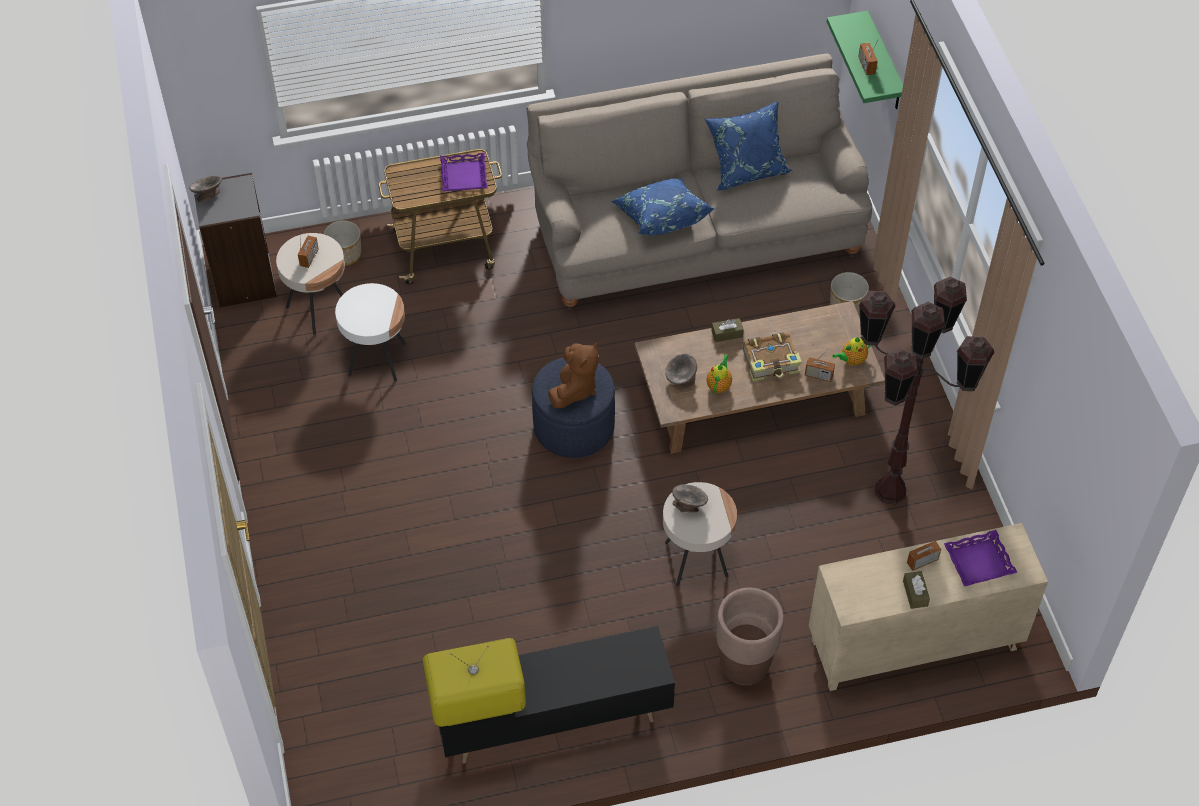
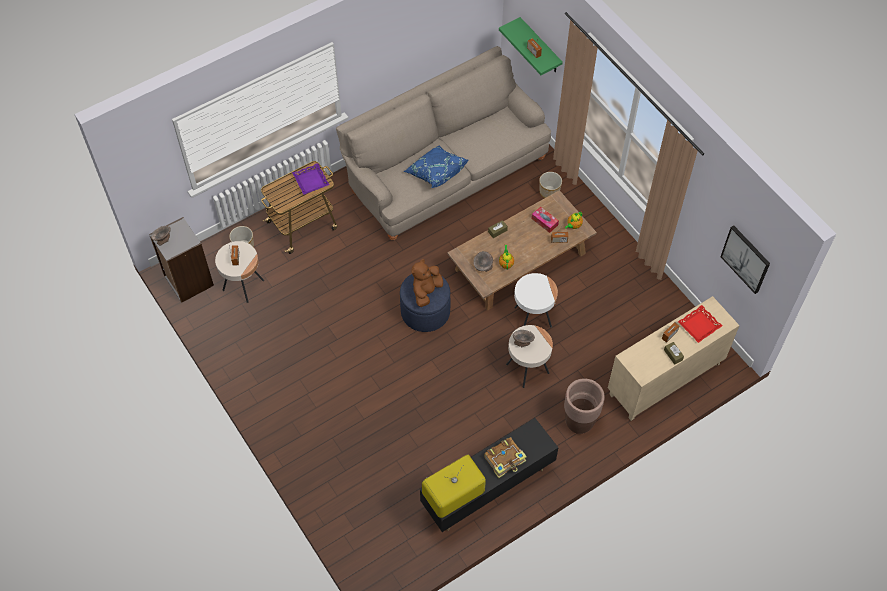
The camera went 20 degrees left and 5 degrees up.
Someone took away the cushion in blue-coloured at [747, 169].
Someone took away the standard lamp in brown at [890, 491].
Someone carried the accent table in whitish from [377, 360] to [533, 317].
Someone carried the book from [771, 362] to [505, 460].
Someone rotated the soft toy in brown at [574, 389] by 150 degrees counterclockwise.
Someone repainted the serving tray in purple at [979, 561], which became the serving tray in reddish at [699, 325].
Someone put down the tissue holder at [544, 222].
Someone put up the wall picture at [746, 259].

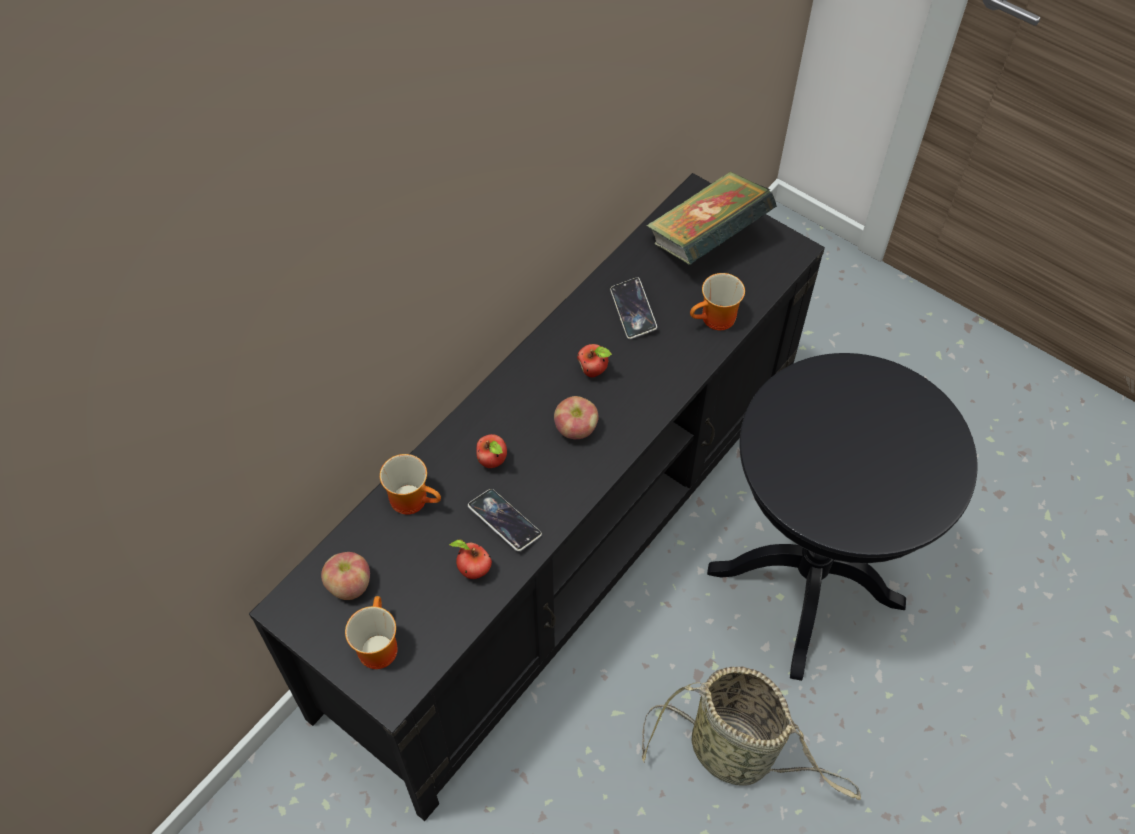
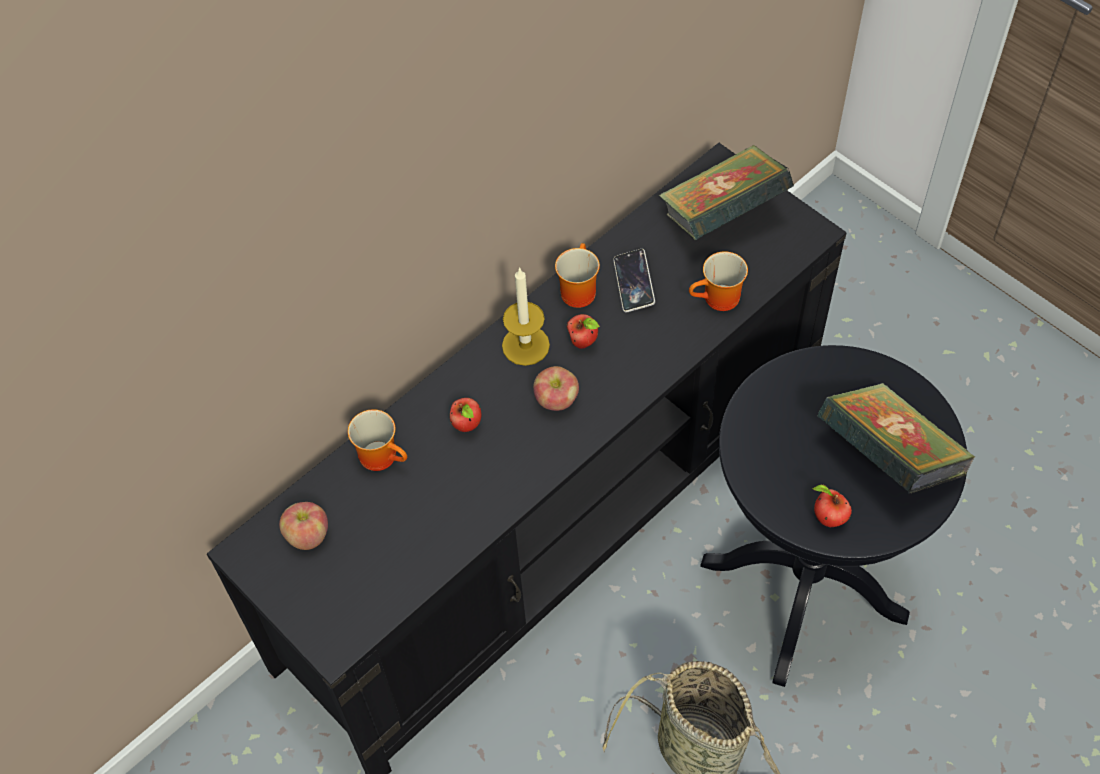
The camera went 10 degrees right and 0 degrees up.
Someone took away the telephone at [504, 522].
Someone carried the apple fruit from [472, 570] to [827, 519].
Someone carried the tea mug from [375, 645] to [576, 290].
Someone put down the wax light at [525, 345].
Someone put down the book at [888, 458].

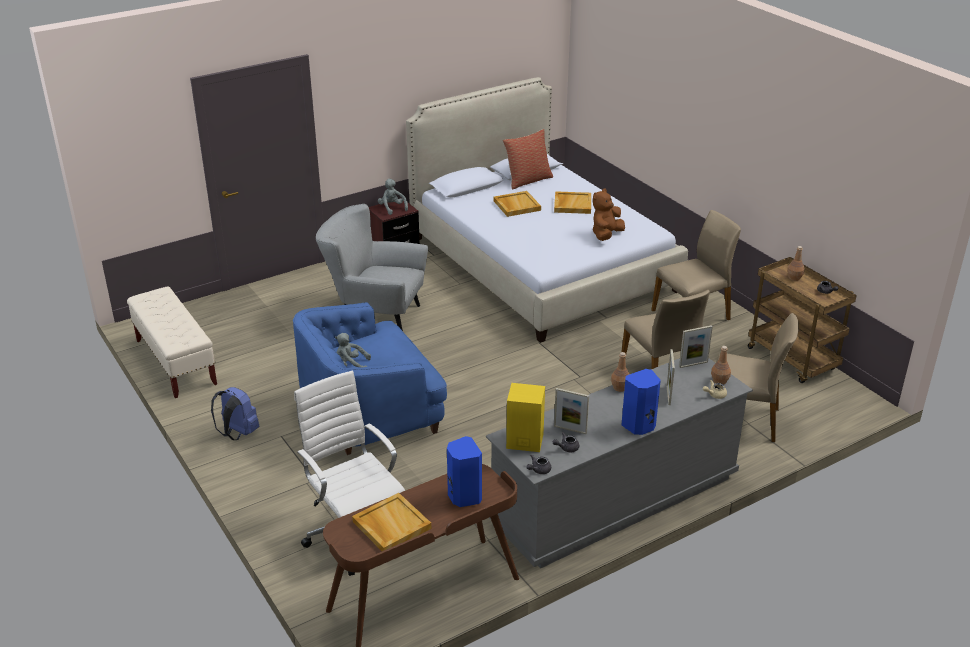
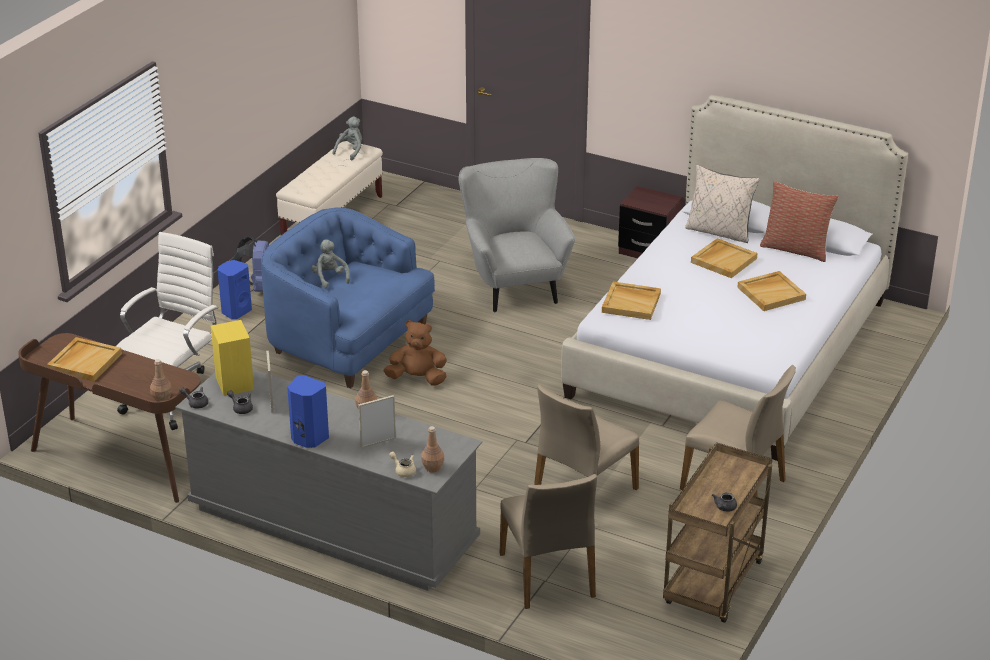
The camera went 60 degrees right and 0 degrees up.
Someone carried the soft toy in grey from [392, 208] to [350, 151].
Someone carried the soft toy in brown from [606, 235] to [417, 379].
Someone carried the bottle in brown from [794, 277] to [162, 398].
Someone took away the photo frame at [693, 364].
Someone carried the audio speaker in blue-coloured from [463, 496] to [235, 311].
Someone put down the cushion in beige-coloured at [719, 232].
Someone put down the serving tray in beige-coloured at [631, 303].

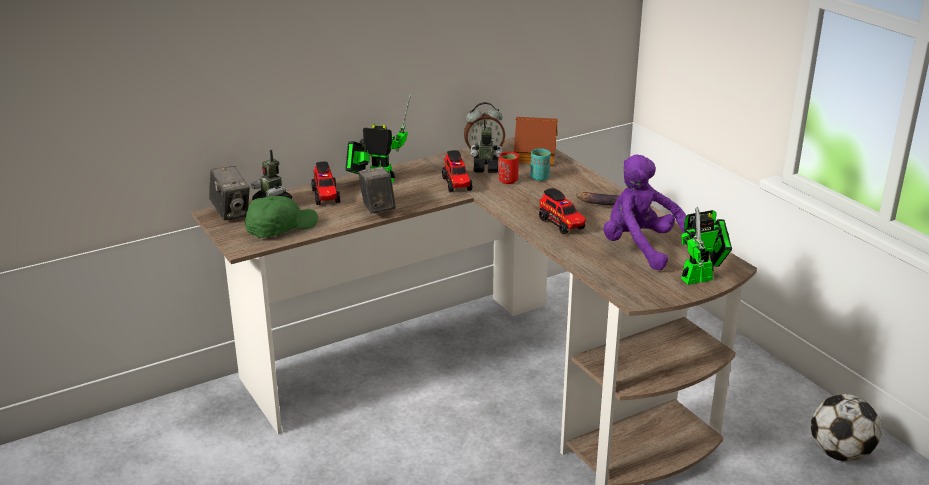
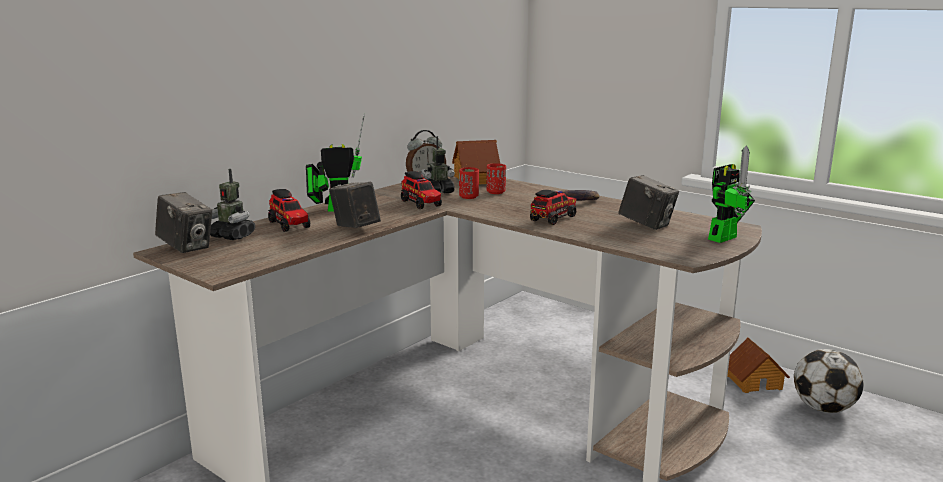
The camera went 20 degrees left and 10 degrees down.
Someone repainted the small cup in turquoise-coloured at [539, 177], which became the small cup in reddish at [496, 192].
Someone swapped the soft toy in purple at [642, 248] for the photo camera at [646, 225].
Someone rotated the toy truck at [562, 225] by 90 degrees counterclockwise.
Someone took away the cap in green at [280, 228].
Someone put down the miniature house at [753, 381].

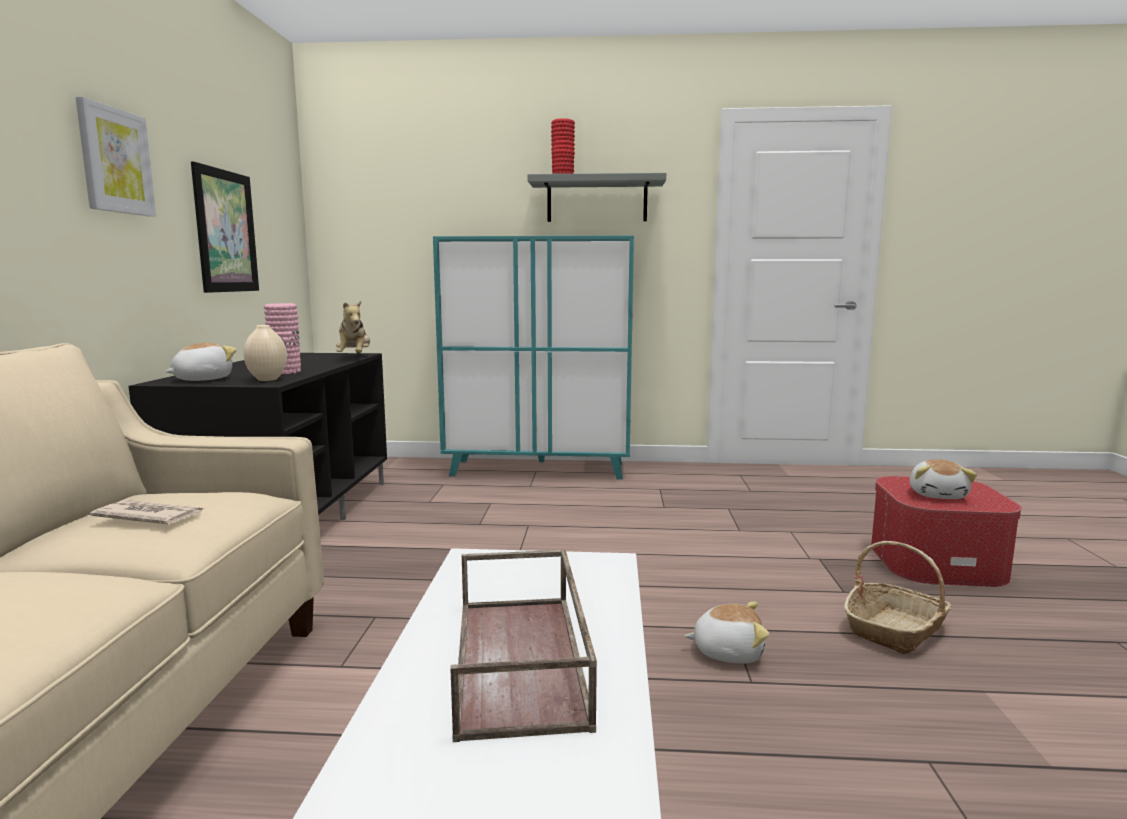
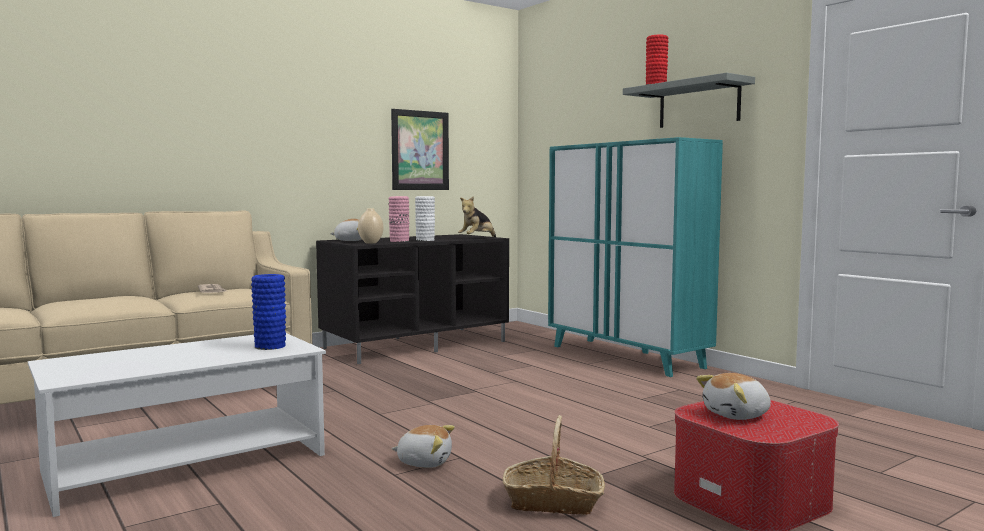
The camera went 50 degrees right and 5 degrees down.
Someone took away the wall picture at [115, 161].
Someone took away the serving tray in brown at [522, 661].
Someone rotated the soft toy at [727, 651] by 45 degrees counterclockwise.
Someone put down the vase in whitish at [425, 240].
Someone put down the vase in blue-coloured at [270, 346].

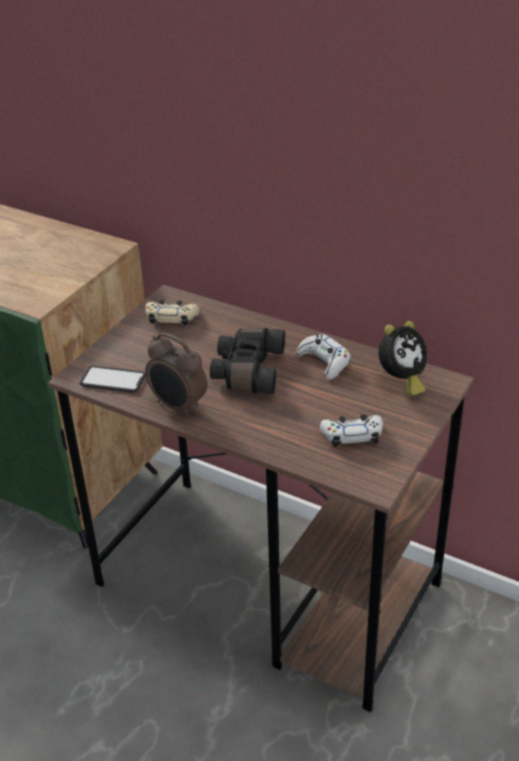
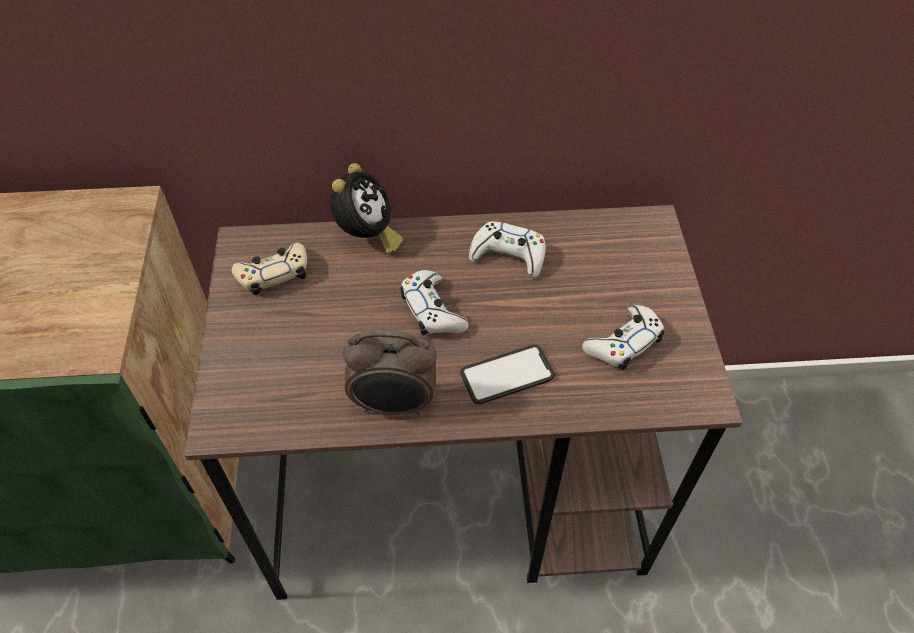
The camera went 35 degrees left and 15 degrees up.
Someone carried the bedside clock from [401, 381] to [367, 236].
Someone swapped the binoculars in black-coloured at [247, 371] for the joypad in whitish at [433, 310].
Someone carried the telephone from [113, 380] to [507, 375].

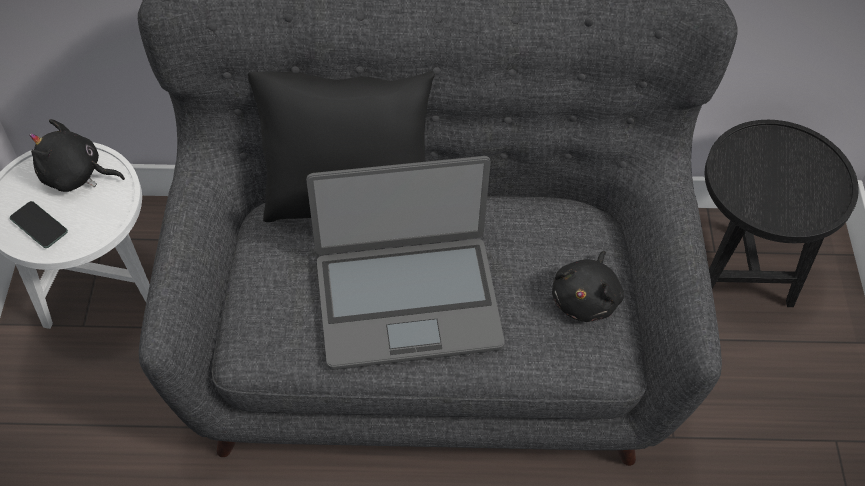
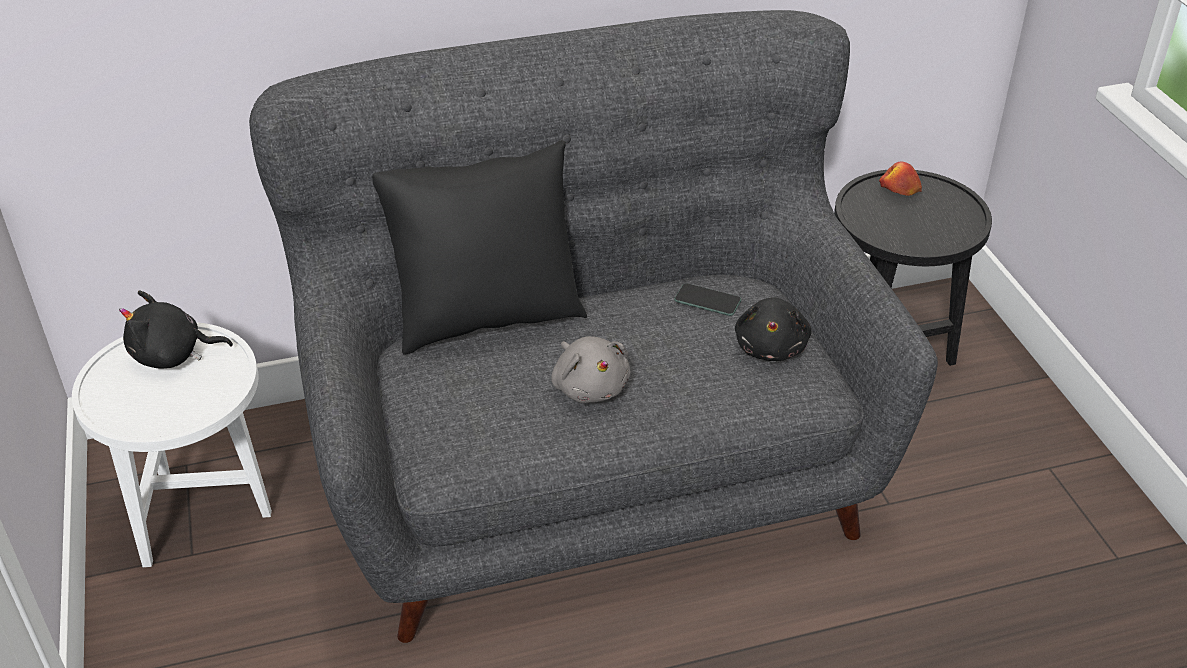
The camera went 15 degrees left and 15 degrees down.
Someone swapped the notebook computer at [407, 301] for the soft toy in grey at [590, 386].
Someone carried the telephone from [39, 225] to [707, 300].
Someone put down the apple fruit at [899, 190].

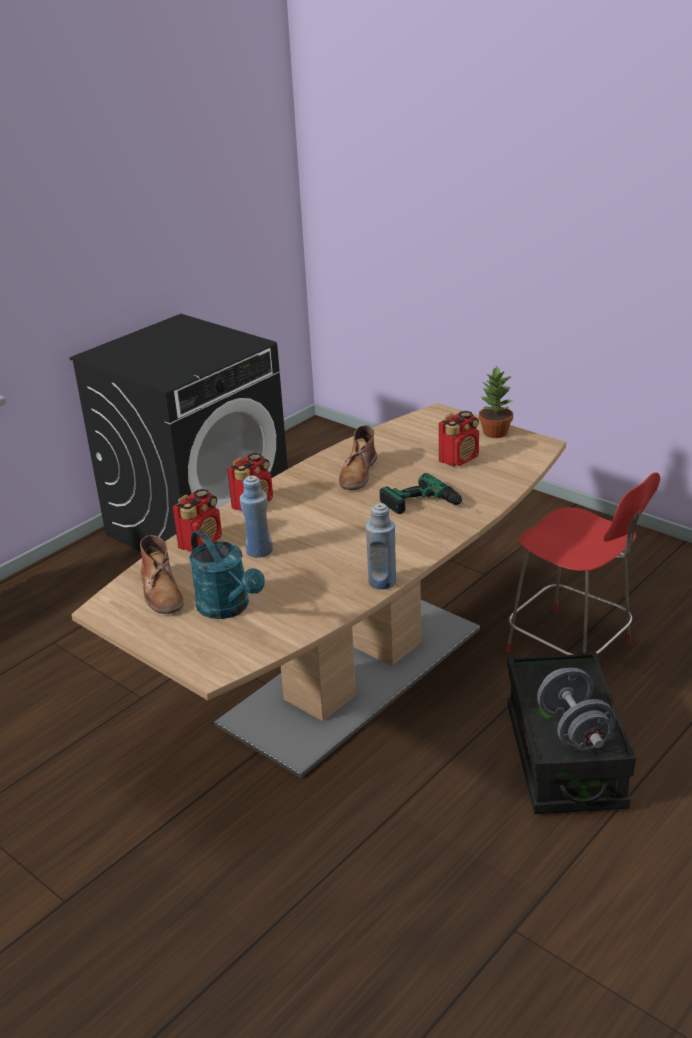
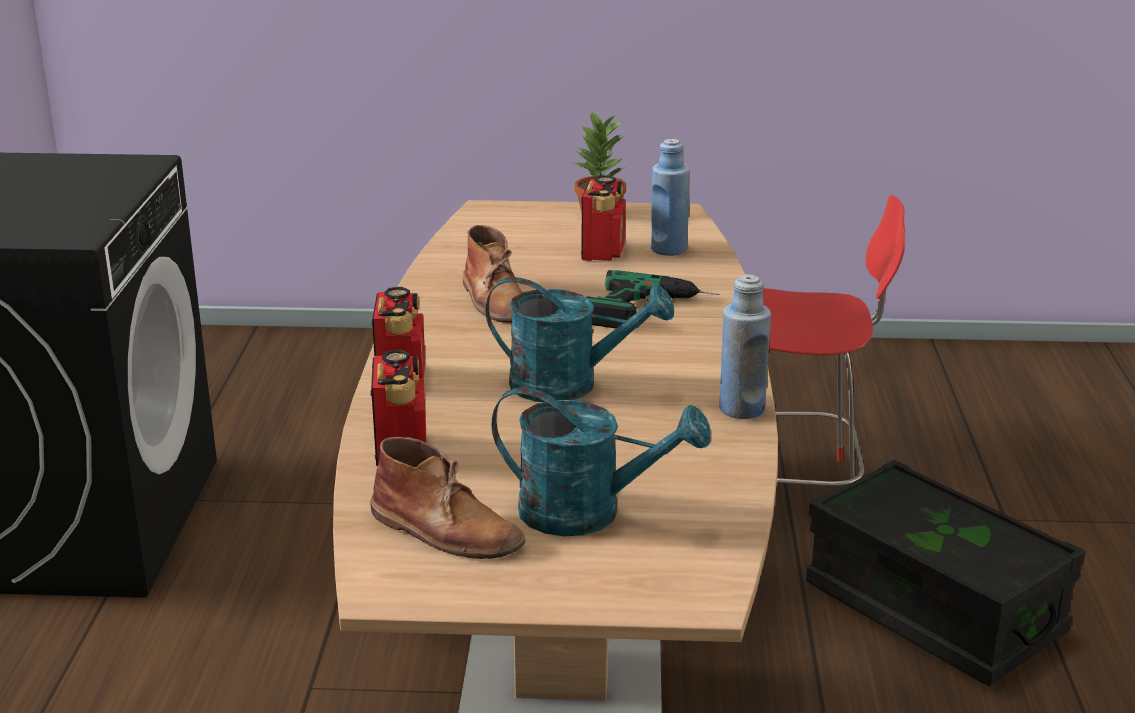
The camera went 40 degrees left and 5 degrees down.
Someone carried the bottle in blue-coloured from [259, 551] to [668, 249].
Someone took away the hand weight in grey at [573, 730].
Someone put down the sprinkling can in turquoise-coloured at [569, 385].

